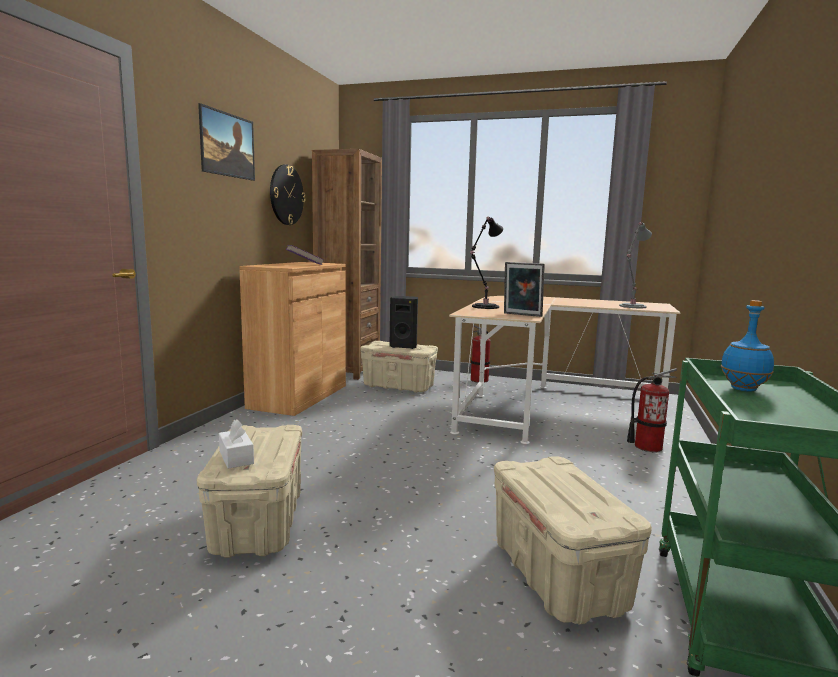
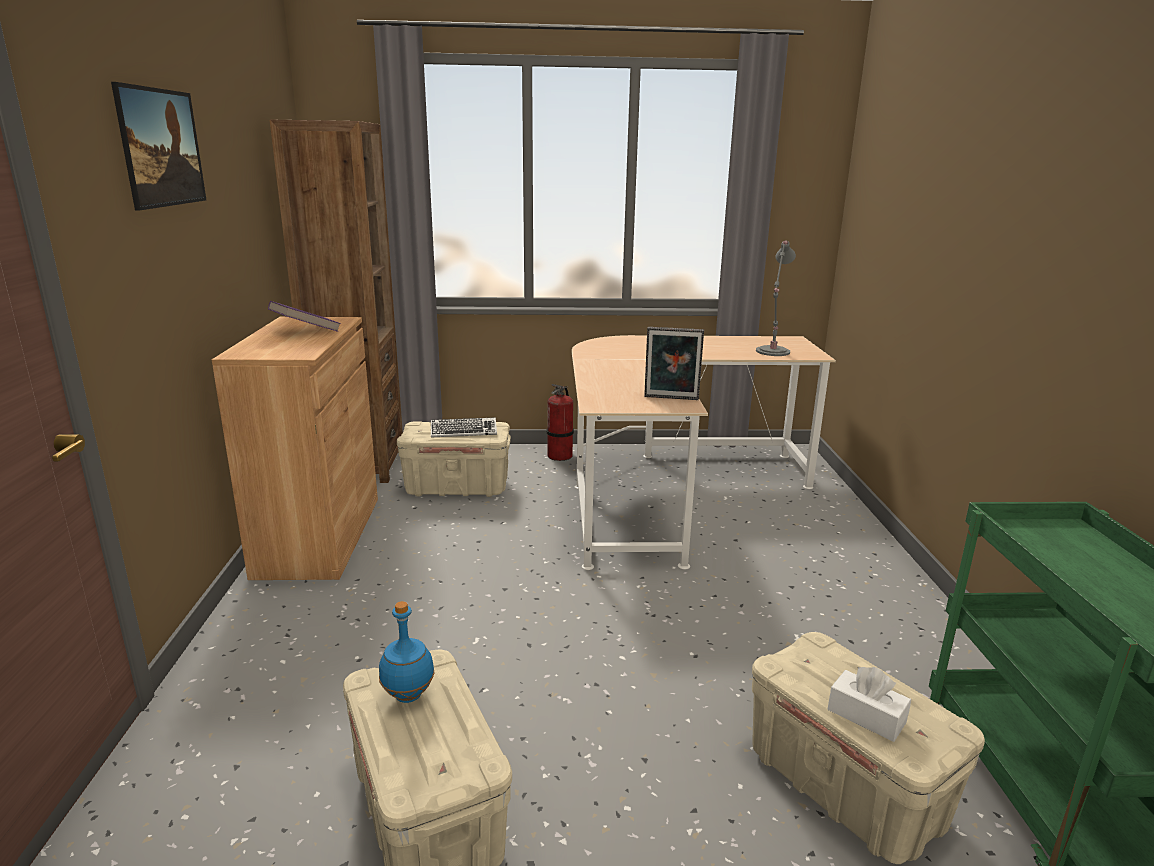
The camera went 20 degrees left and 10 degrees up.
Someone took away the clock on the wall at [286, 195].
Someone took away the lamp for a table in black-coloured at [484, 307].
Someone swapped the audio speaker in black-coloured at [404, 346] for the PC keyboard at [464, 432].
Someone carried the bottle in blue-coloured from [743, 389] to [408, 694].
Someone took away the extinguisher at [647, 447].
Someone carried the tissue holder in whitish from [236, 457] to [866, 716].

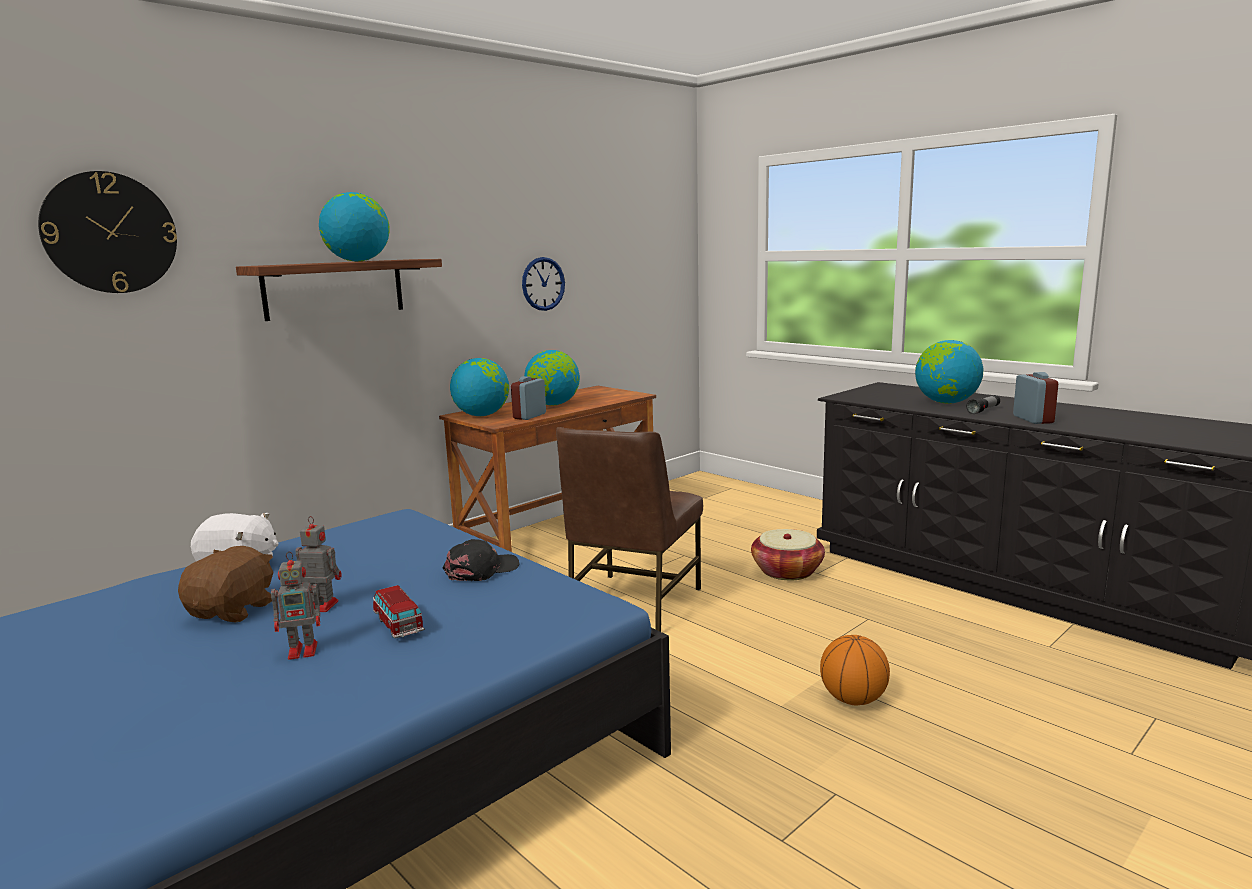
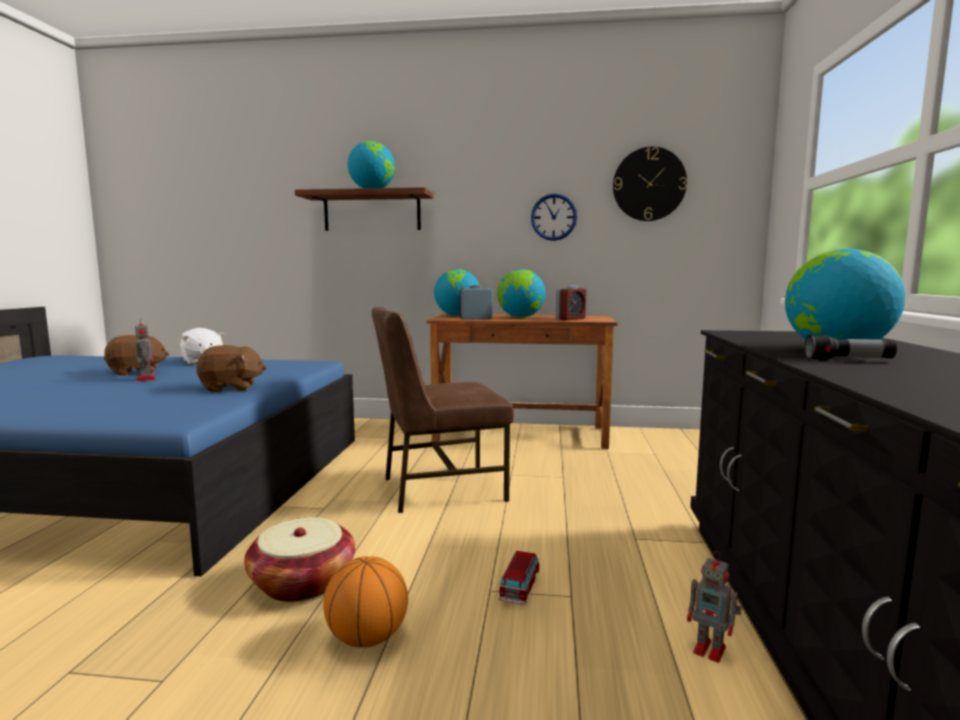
The camera went 50 degrees right and 5 degrees down.
Someone carried the clock on the wall from [110, 233] to [649, 184].
Someone carried the bedside clock from [1033, 419] to [570, 319].
Someone carried the basket from [787, 571] to [302, 583].
Someone swapped the cap in black-coloured at [481, 570] for the soft toy in brown at [231, 388].
Someone carried the toy robot from [305, 650] to [711, 650].
Someone carried the miniature car from [399, 625] to [519, 589].

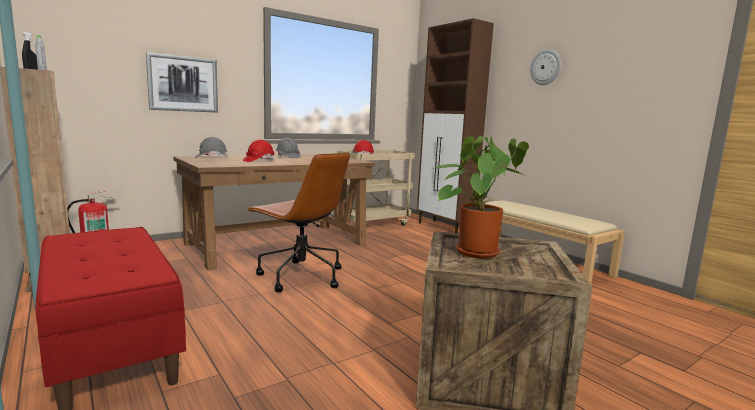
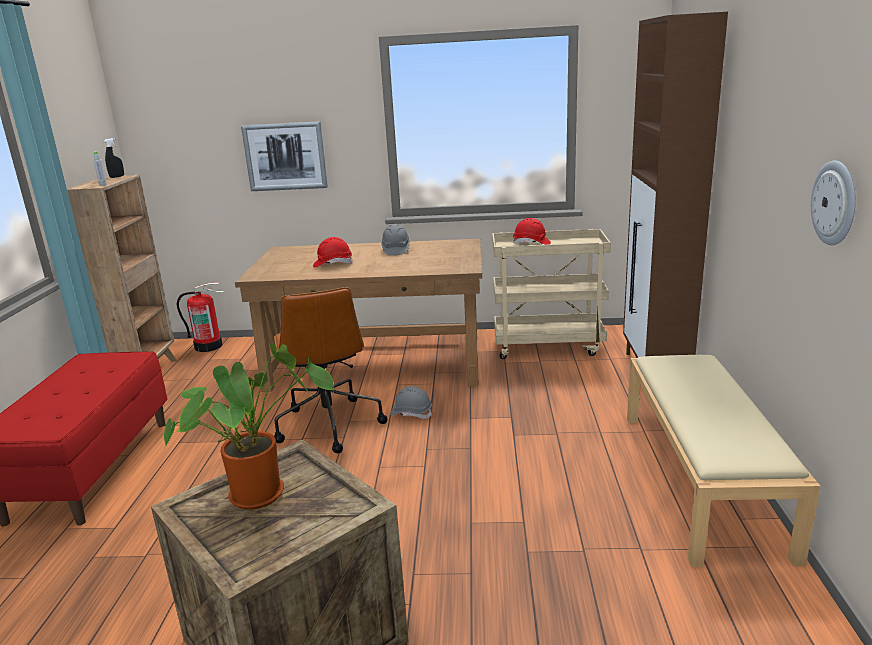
The camera went 40 degrees right and 10 degrees up.
Someone carried the clock on the wall from [546, 67] to [835, 203].
Someone carried the hard hat in grey from [211, 158] to [411, 413].

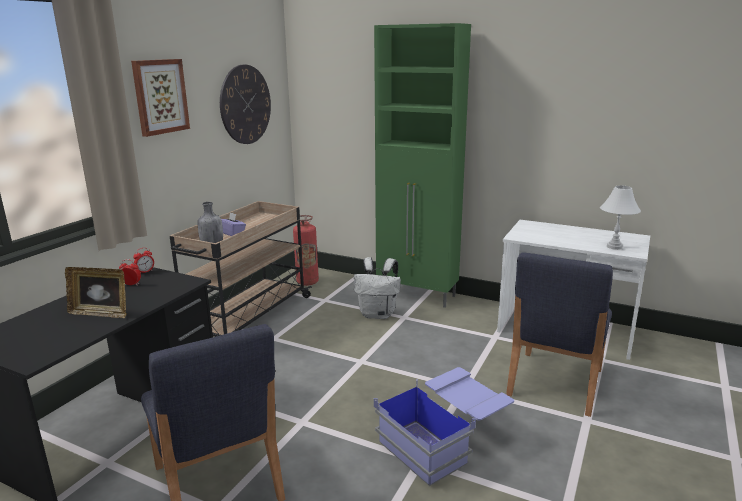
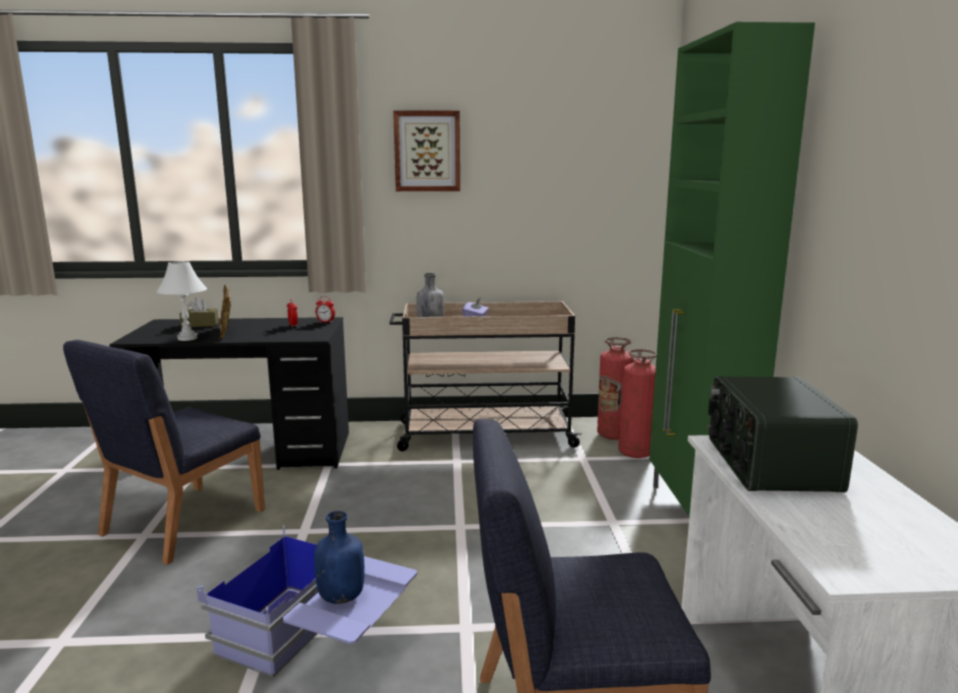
The camera went 60 degrees right and 5 degrees down.
Someone took away the clock on the wall at [245, 104].
Someone carried the lamp for a table in whitish from [614, 247] to [188, 338].
Someone took away the knapsack in whitish at [378, 314].
Someone put down the tissue holder in brown at [200, 324].
Someone put down the extinguisher at [635, 453].
Someone put down the radio set at [768, 464].
Someone put down the bottle in blue-coloured at [341, 596].

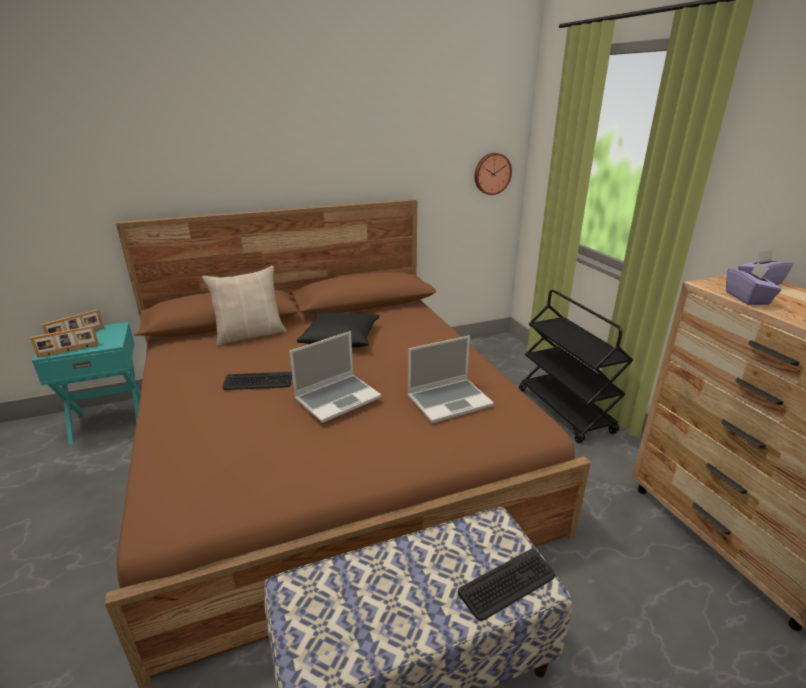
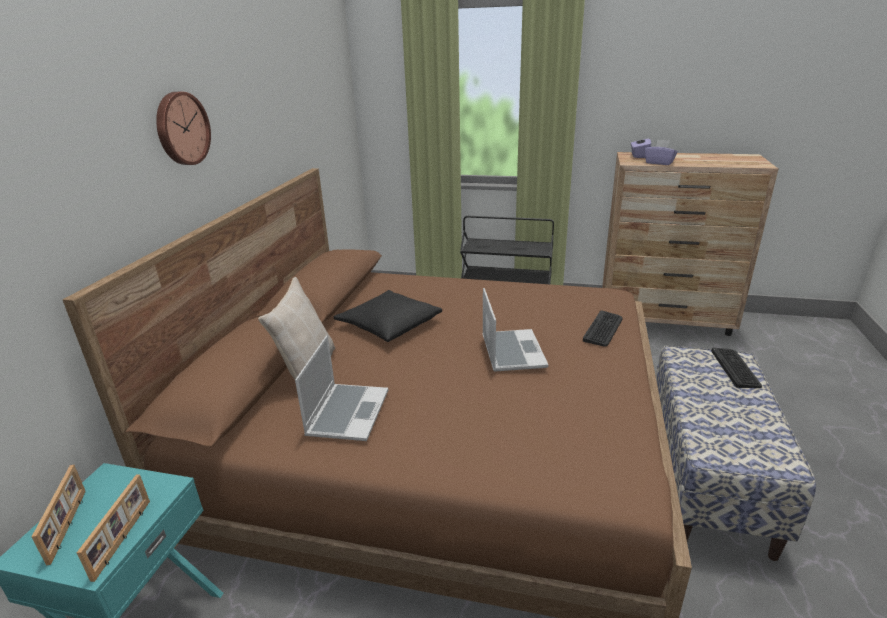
The camera went 55 degrees left and 0 degrees up.
Someone carried the clock on the wall from [492, 173] to [181, 128].
Someone carried the notebook computer from [450, 401] to [347, 413].
Someone carried the PC keyboard from [258, 382] to [603, 329].

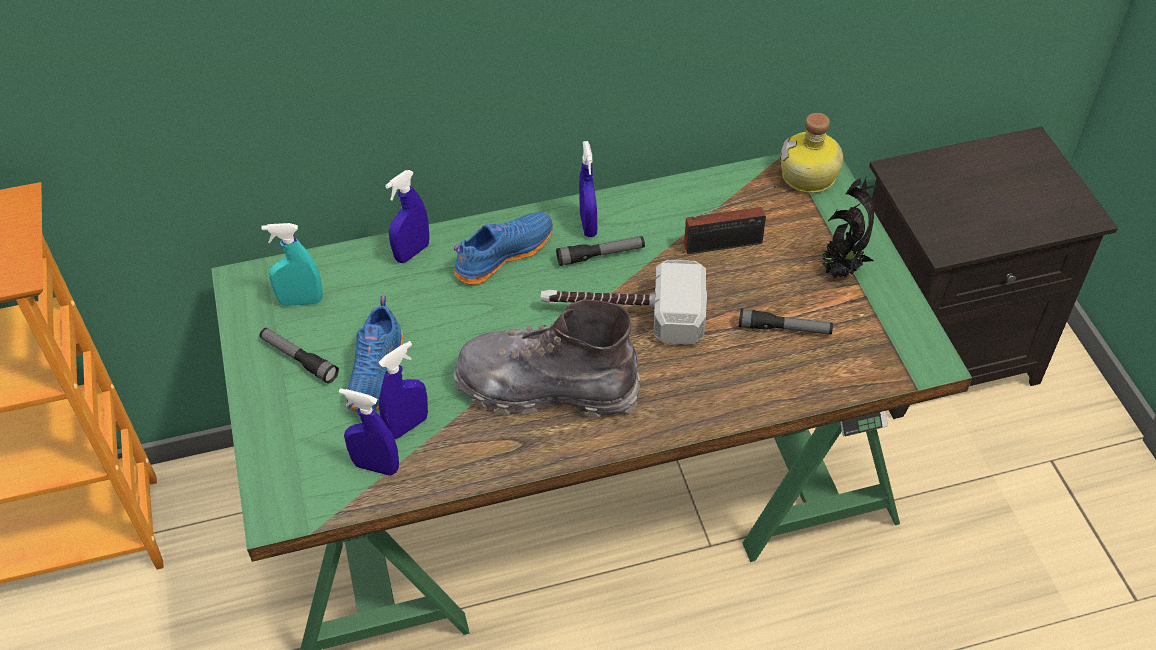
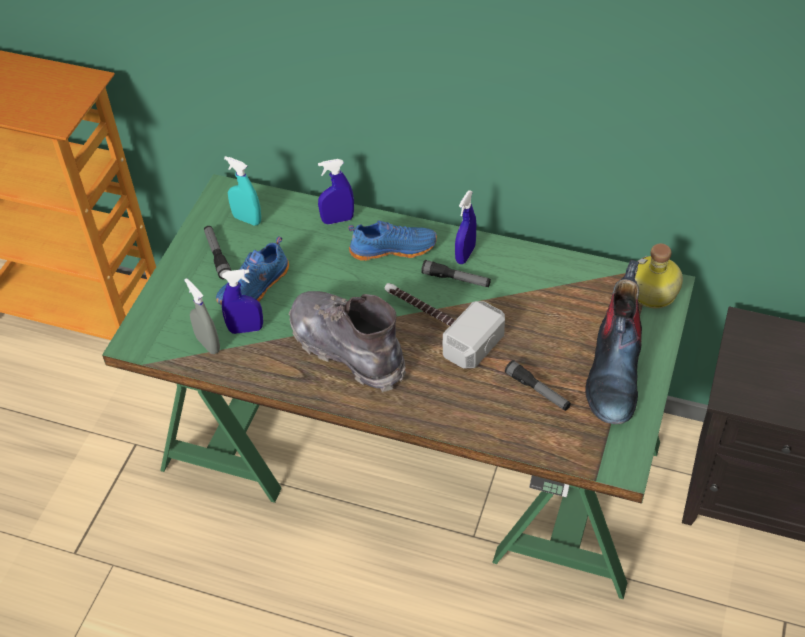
The camera went 35 degrees right and 0 degrees up.
Someone swapped the potted plant at [840, 271] for the boot at [614, 371].
Someone took away the radio set at [727, 244].
Someone repainted the hand sprayer in blue-coloured at [376, 466], which became the hand sprayer in grey at [208, 344].

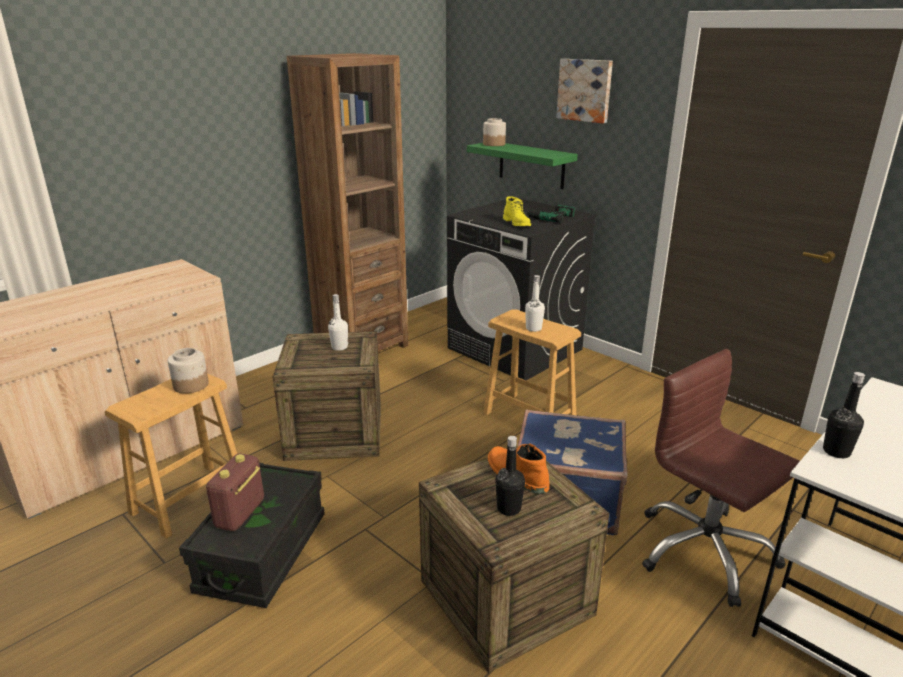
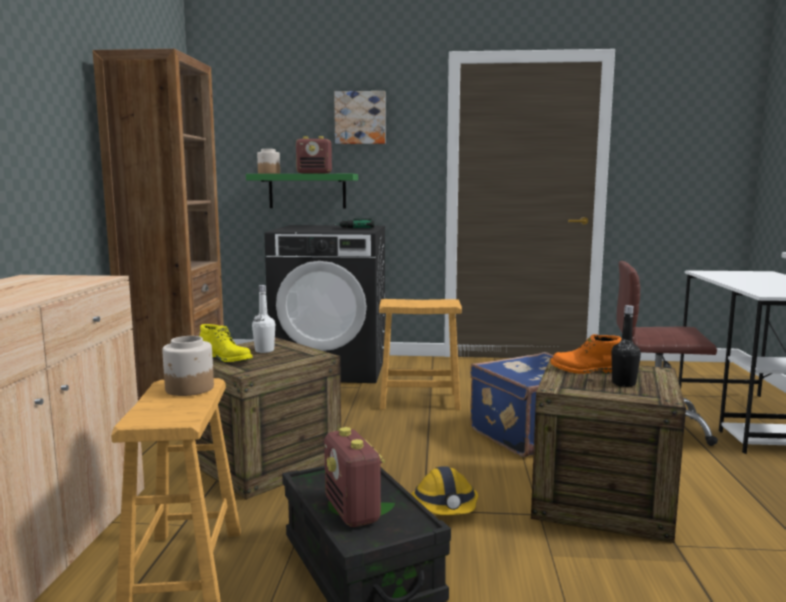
The camera went 40 degrees left and 15 degrees down.
Someone carried the boot in yellowish from [517, 224] to [225, 359].
Someone took away the bottle in whitish at [533, 328].
Someone took away the bottle in black-coloured at [836, 451].
Someone put down the radio set at [314, 173].
Someone put down the hard hat at [445, 506].

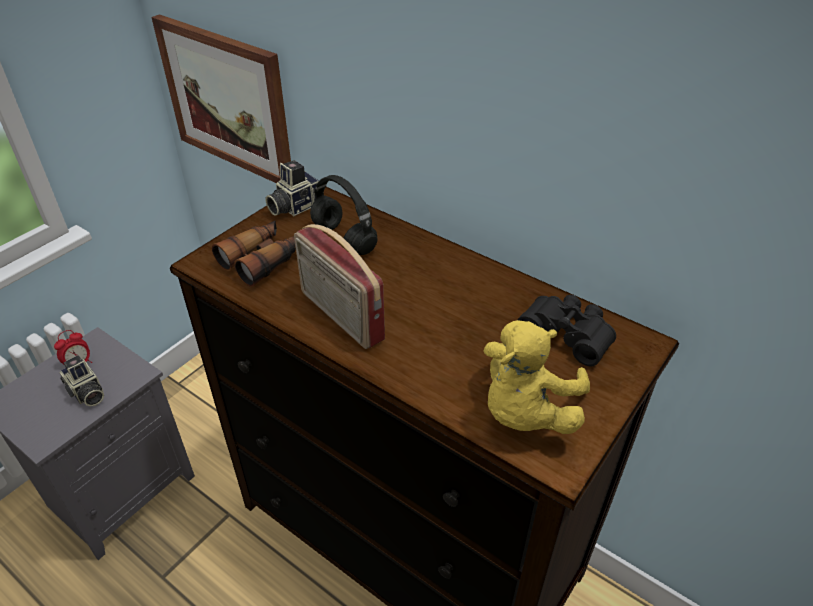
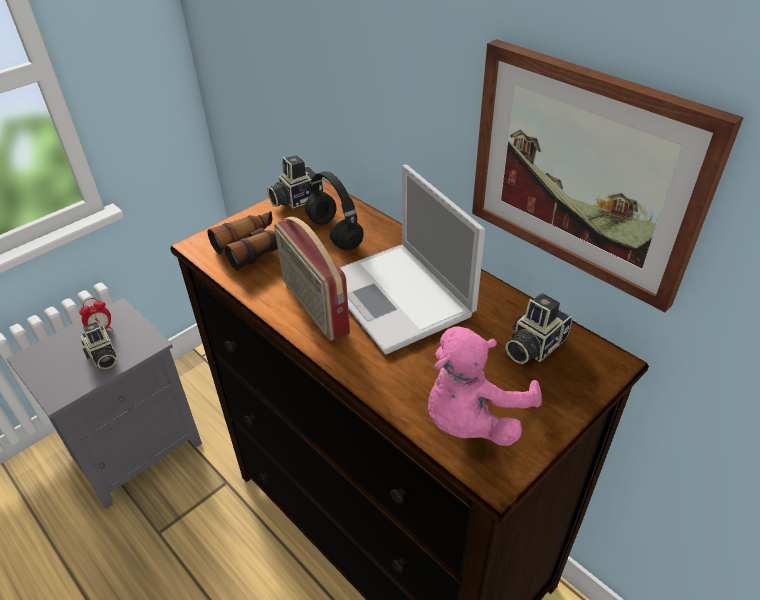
The camera went 10 degrees right and 0 degrees up.
Someone carried the wall picture from [227, 100] to [584, 172].
Someone swapped the binoculars in black-coloured at [568, 334] for the photo camera at [533, 345].
Someone repainted the soft toy in yellowish at [525, 412], which became the soft toy in pink-coloured at [472, 419].
Someone put down the notebook computer at [399, 297].

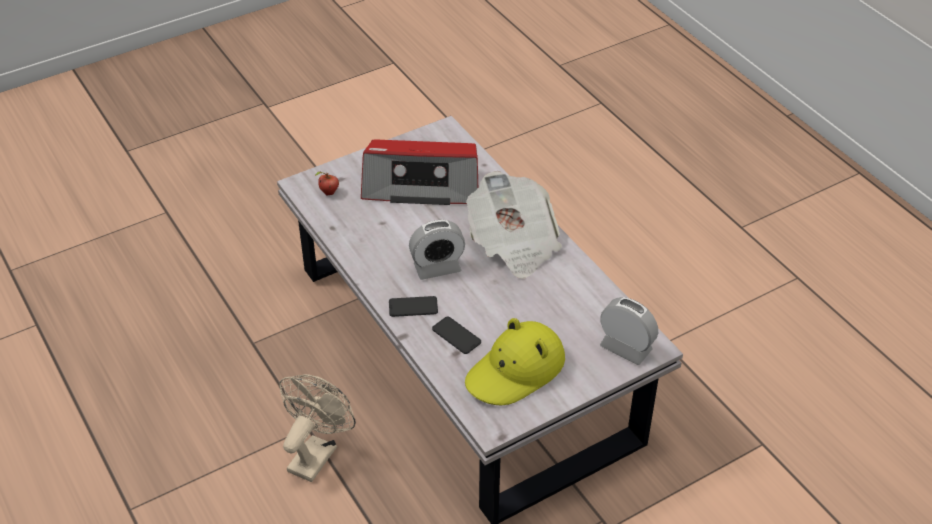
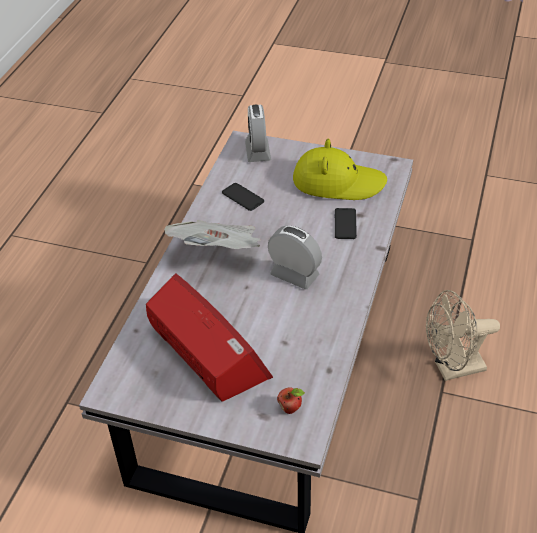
The camera went 130 degrees left and 0 degrees up.
Someone carried the telephone from [413, 307] to [243, 197].

